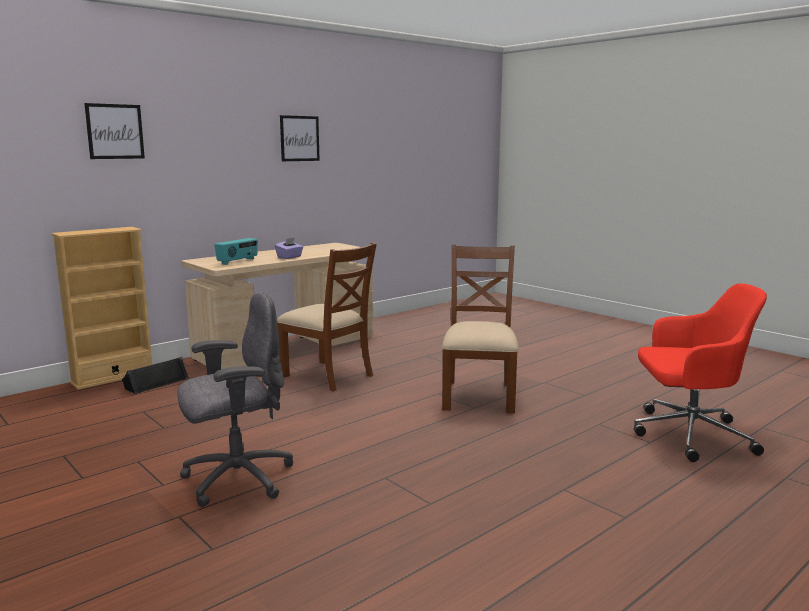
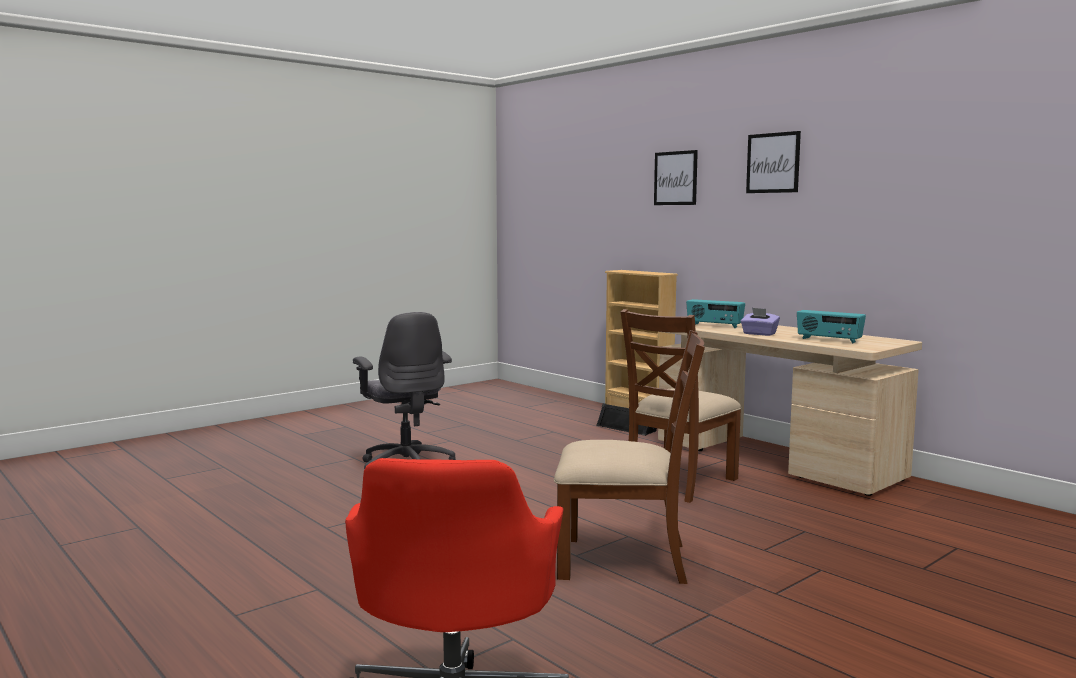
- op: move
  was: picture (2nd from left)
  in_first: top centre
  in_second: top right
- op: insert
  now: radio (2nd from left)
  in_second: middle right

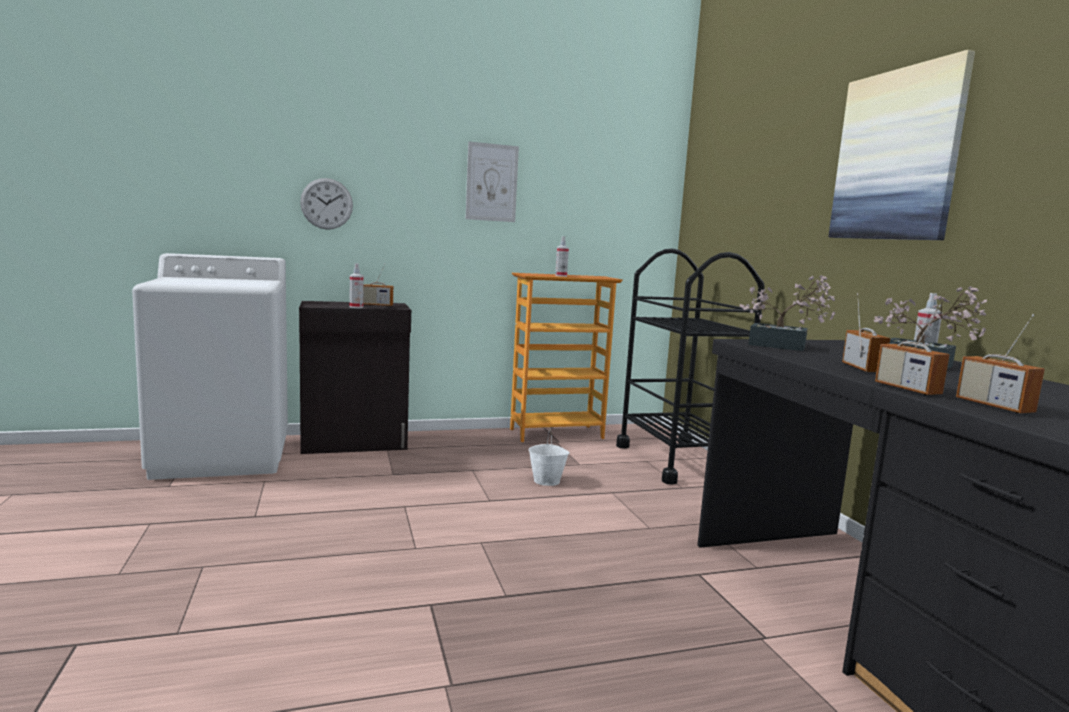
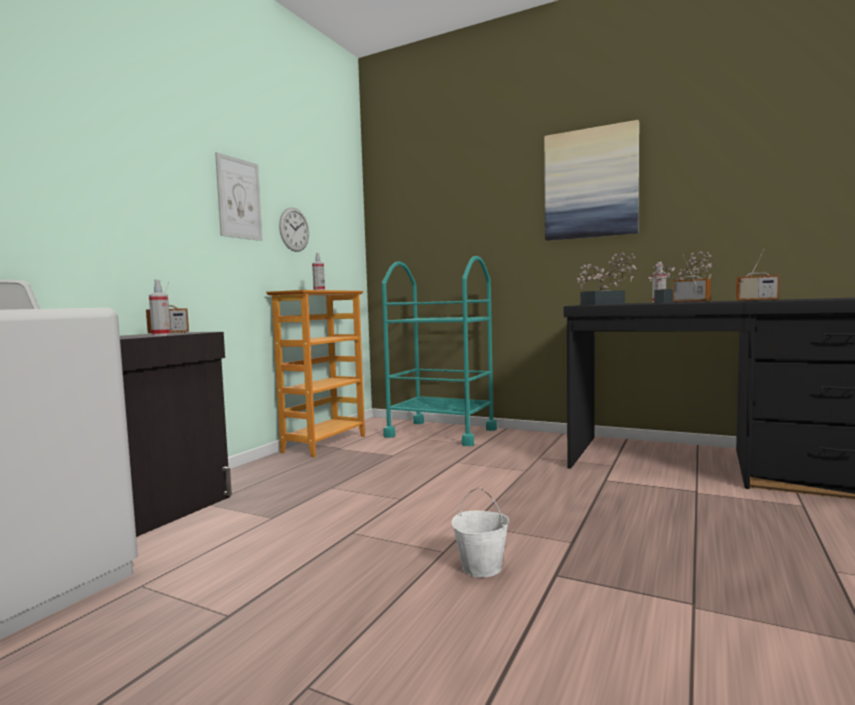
- op: move
  was: wall clock
  in_first: top left
  in_second: top centre
- op: move
  was: whitish water bucket
  in_first: centre
  in_second: bottom centre
- op: recolor
  was: black-coloured wheeled cart
  now: blue-green wheeled cart
  in_first: centre
  in_second: centre
- op: delete
  was: radio (4th from left)
  in_first: middle right

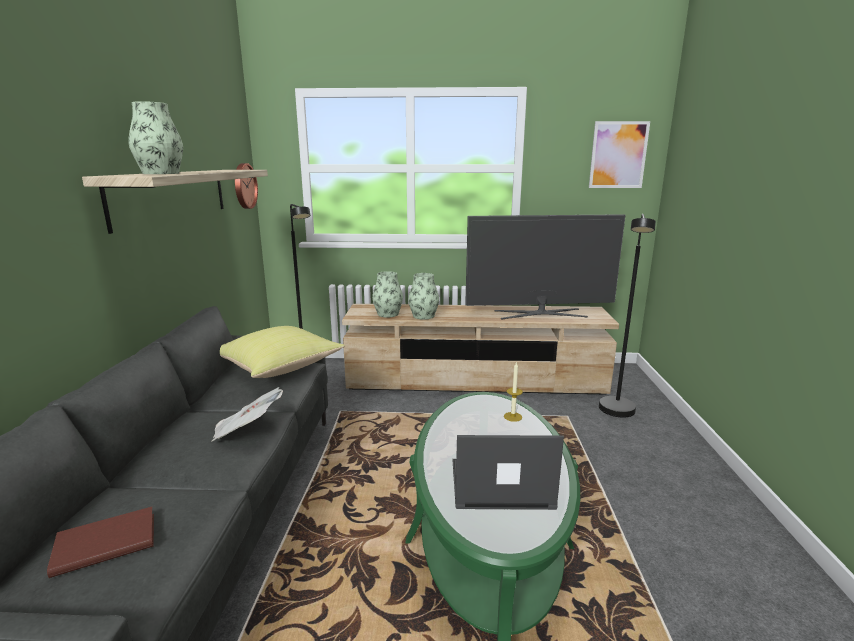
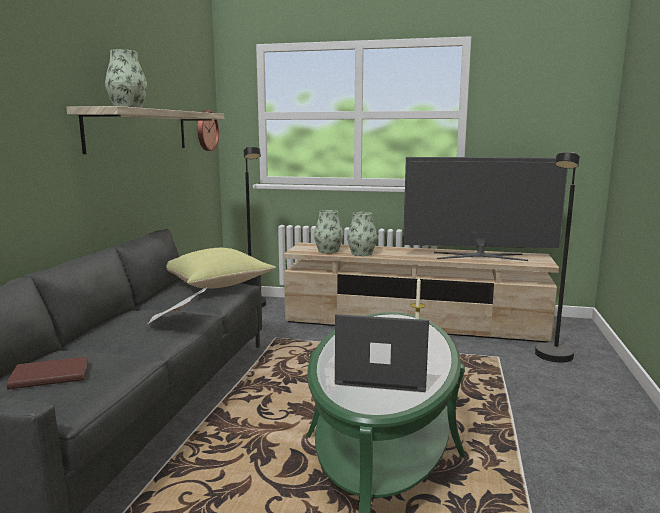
- op: delete
  was: picture
  in_first: top right

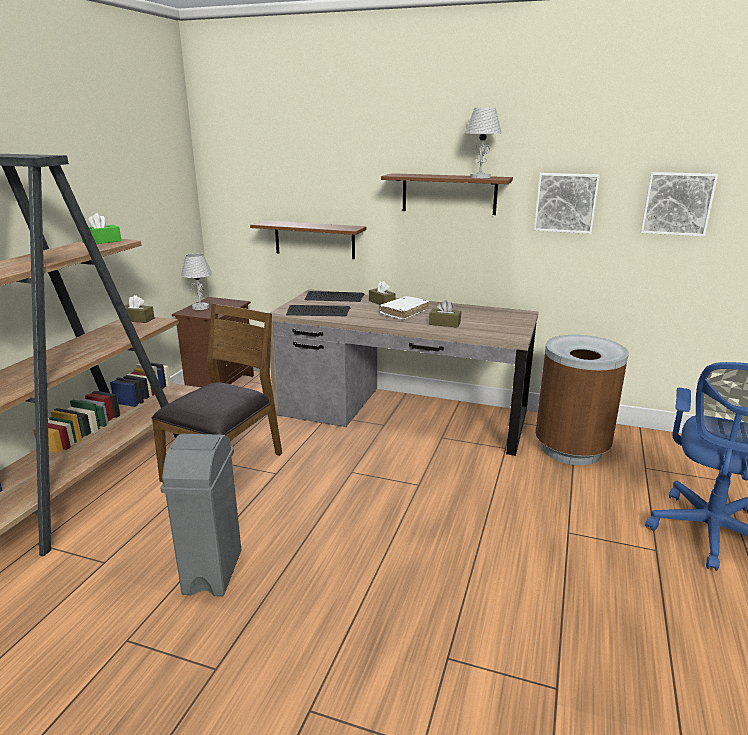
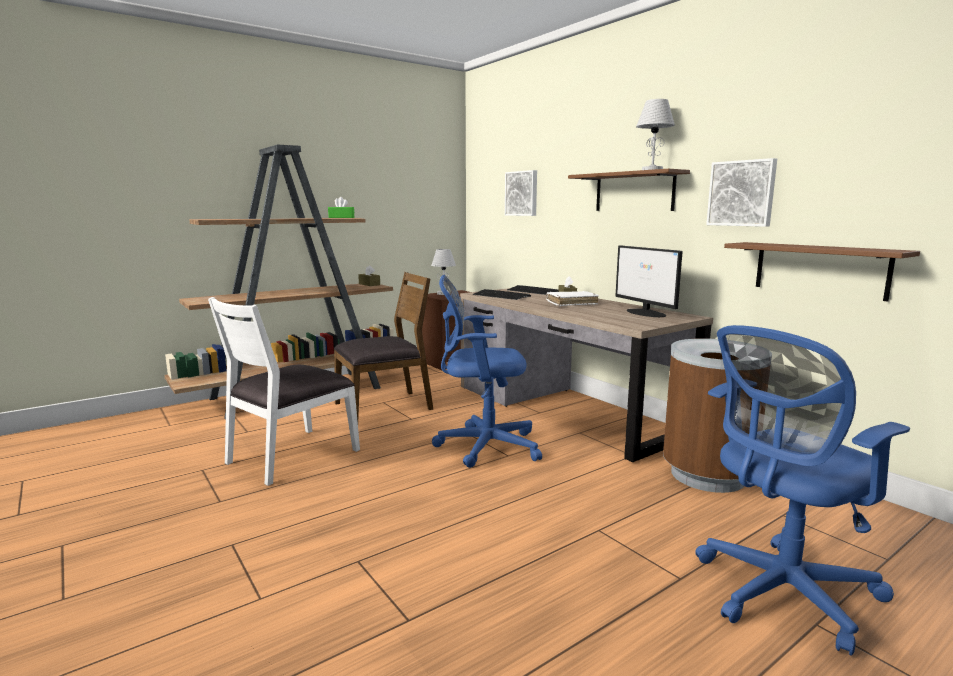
- op: replace
  was: greyish trash can
  now: whitish chair
  in_first: bottom left
  in_second: middle left
- op: move
  was: brown shelf (1st from left in the first image)
  now: brown shelf (2nd from left)
  in_first: top centre
  in_second: middle right
- op: delete
  was: brown box of tissues (3rd from left)
  in_first: centre
- op: move
  was: picture (2nd from left in the first image)
  now: picture (1st from left)
  in_first: top right
  in_second: top centre
- op: insert
  now: blue computer chair (1st from left)
  in_second: centre
- op: insert
  now: monitor
  in_second: middle right

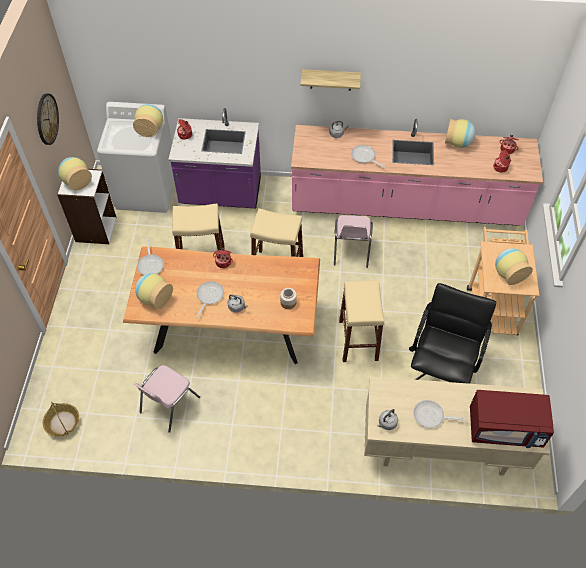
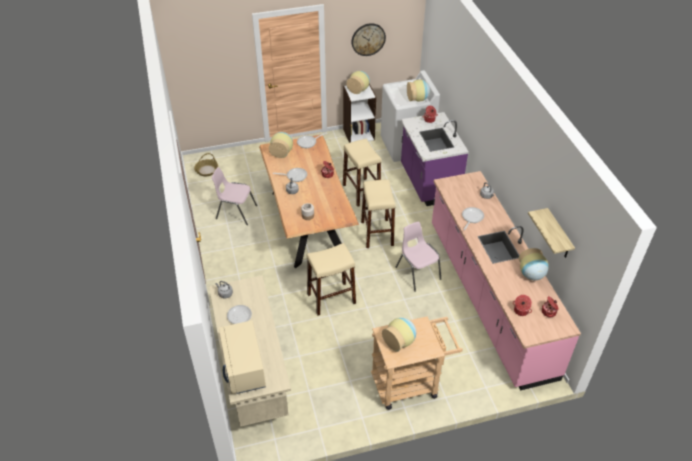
- op: move
  was: shelf
  in_first: top centre
  in_second: middle right
- op: rotate
  was: pink-coloured chair (2nd from left)
  in_first: centre
  in_second: centre
  clockwise: 75
- op: delete
  was: black-coloured computer chair
  in_first: middle right
- op: recolor
  was: red-coloured microwave
  now: beige-coloured microwave
  in_first: bottom right
  in_second: bottom centre

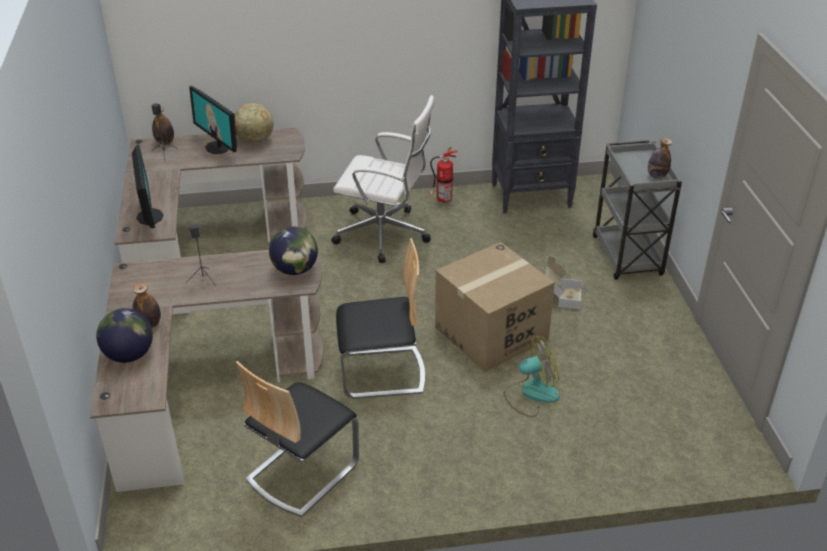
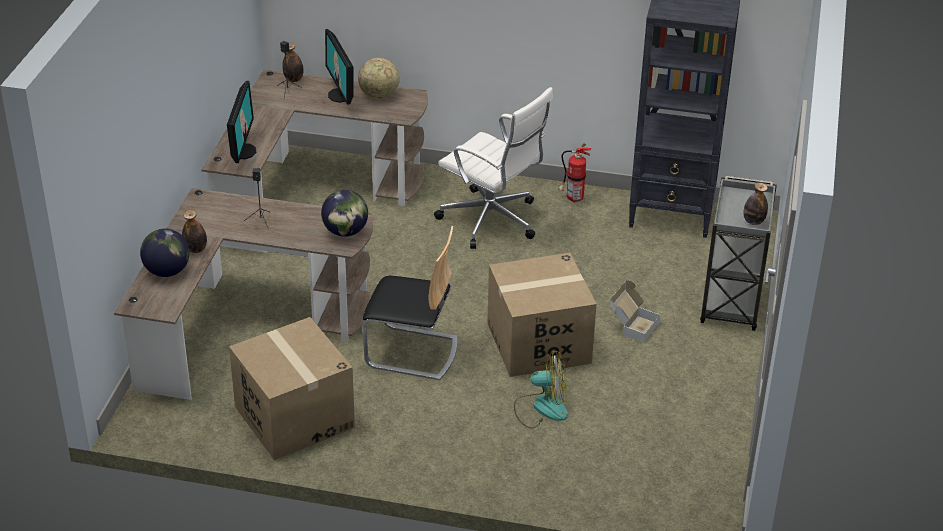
- op: replace
  was: chair (1st from left)
  now: carton (1st from left)
  in_first: bottom centre
  in_second: bottom left

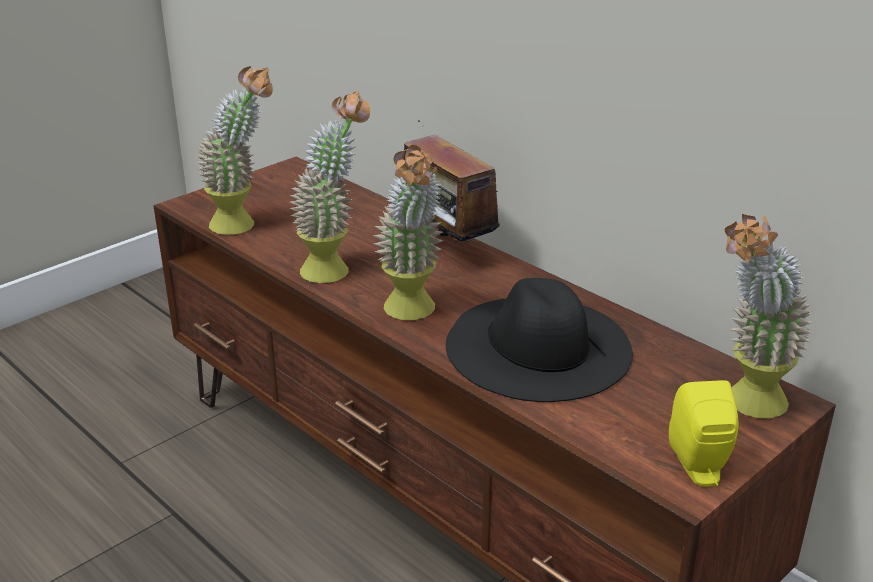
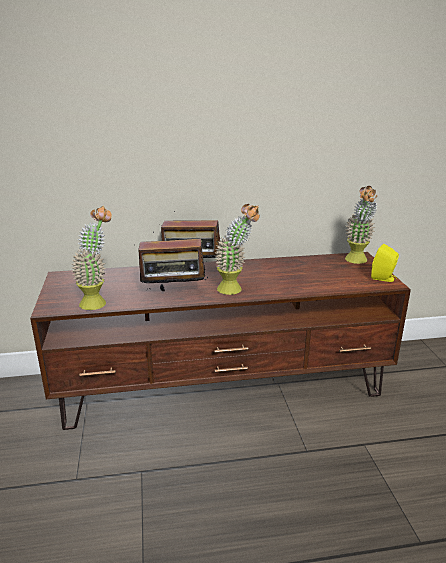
- op: replace
  was: plant in a pot (2nd from left)
  now: radio (1st from left)
  in_first: top centre
  in_second: centre
- op: delete
  was: black-coloured hat
  in_first: centre

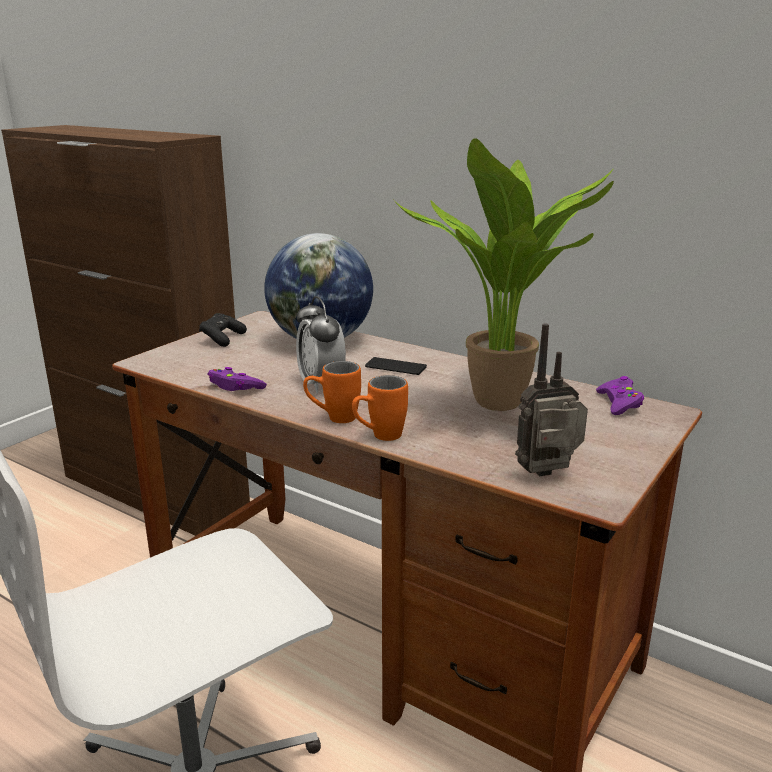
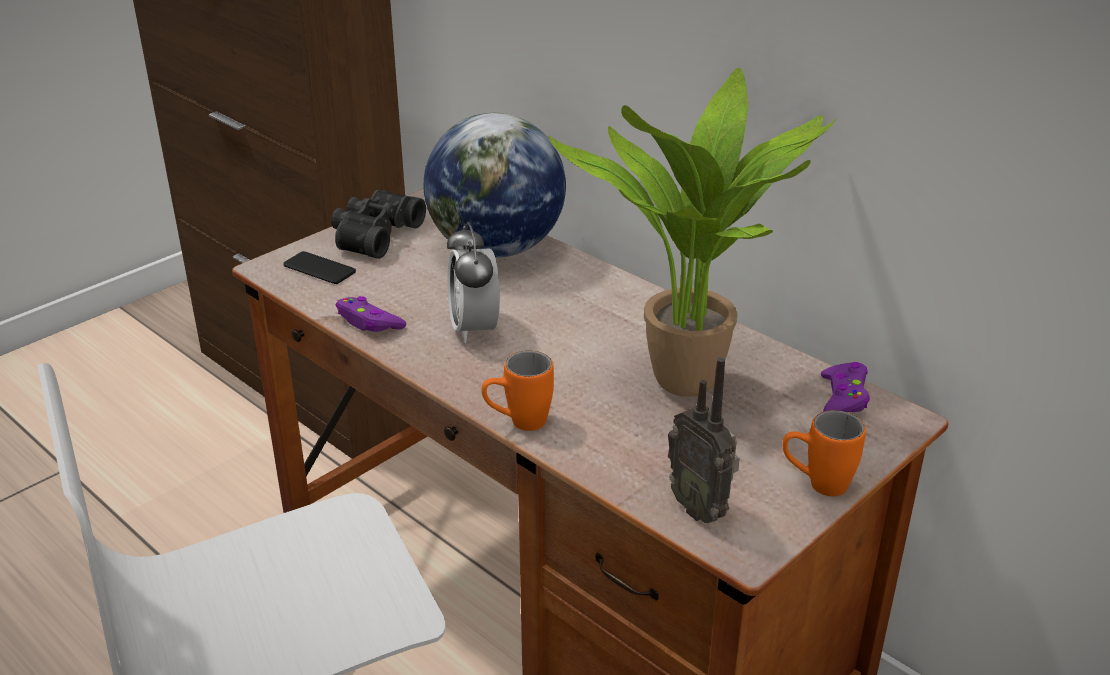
- op: replace
  was: black-coloured joypad
  now: black-coloured binoculars
  in_first: middle left
  in_second: top centre
- op: move
  was: orange-coloured coffee mug (1st from left in the first image)
  now: orange-coloured coffee mug (2nd from left)
  in_first: centre
  in_second: bottom right
- op: move
  was: handset
  in_first: centre
  in_second: middle left
- op: rotate
  was: radio
  in_first: middle right
  in_second: centre
  clockwise: -120

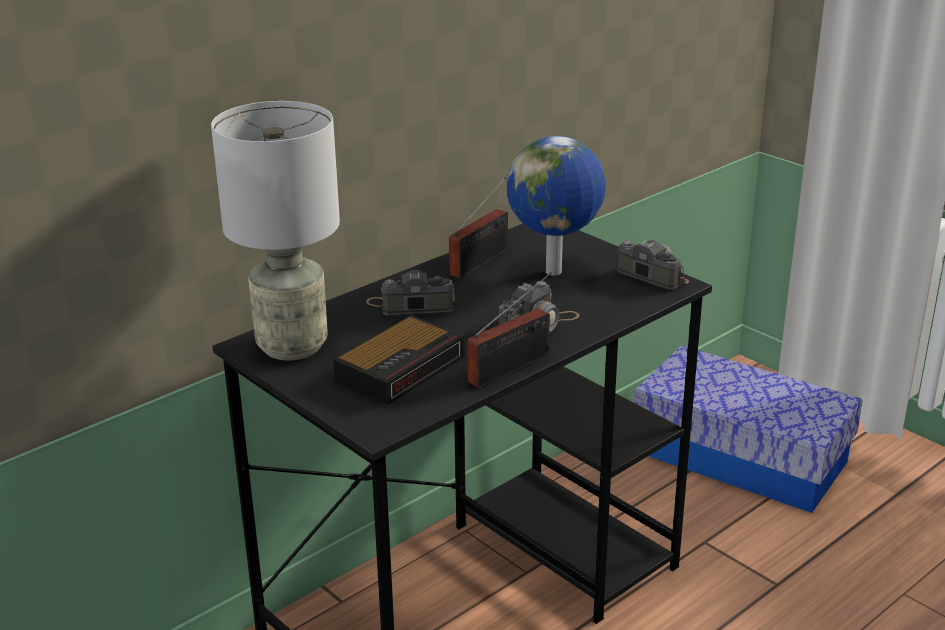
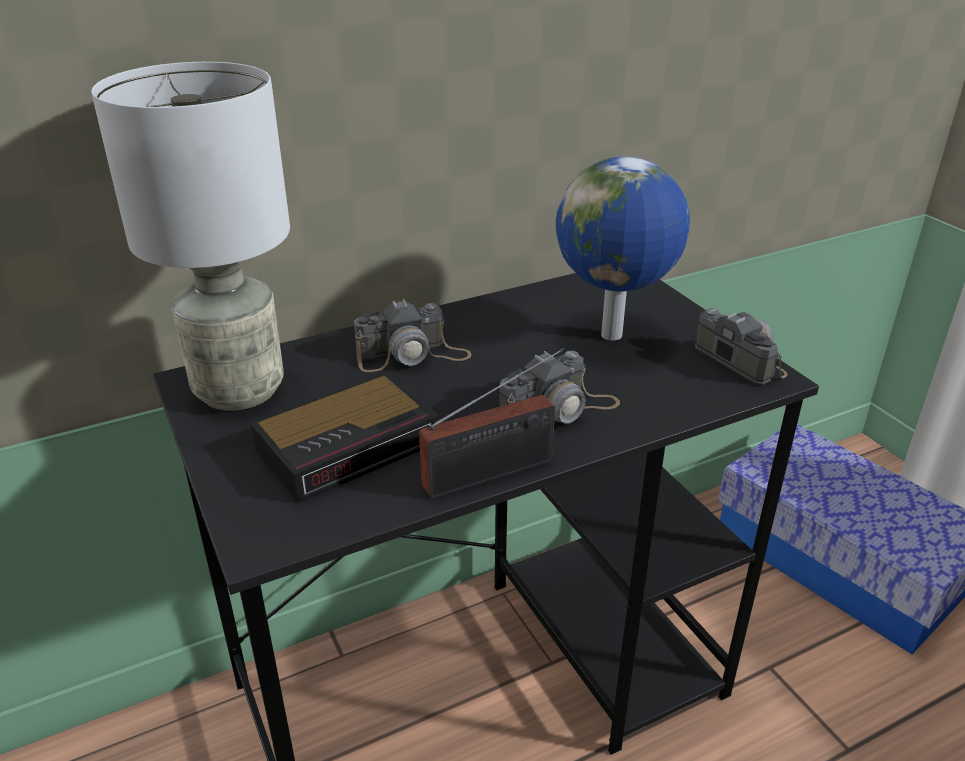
- op: rotate
  was: photo camera (1st from left)
  in_first: centre
  in_second: centre
  clockwise: 150
- op: delete
  was: radio (1st from left)
  in_first: centre

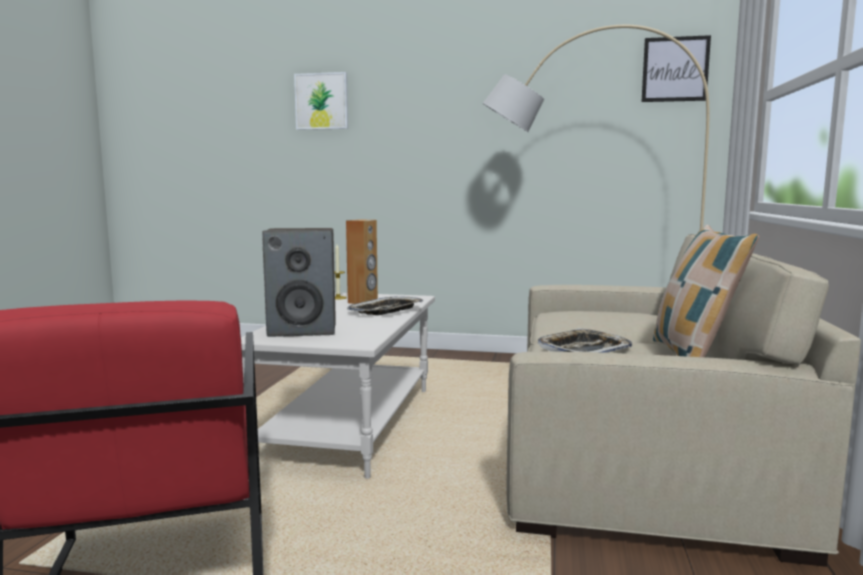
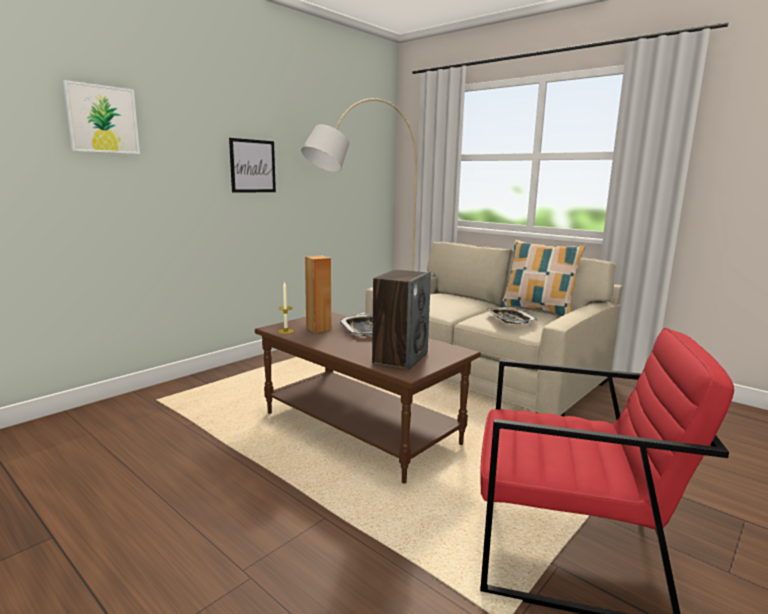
- op: recolor
  was: whitish low table
  now: brown low table
  in_first: bottom centre
  in_second: centre
- op: move
  was: picture (2nd from left)
  in_first: top right
  in_second: top left

